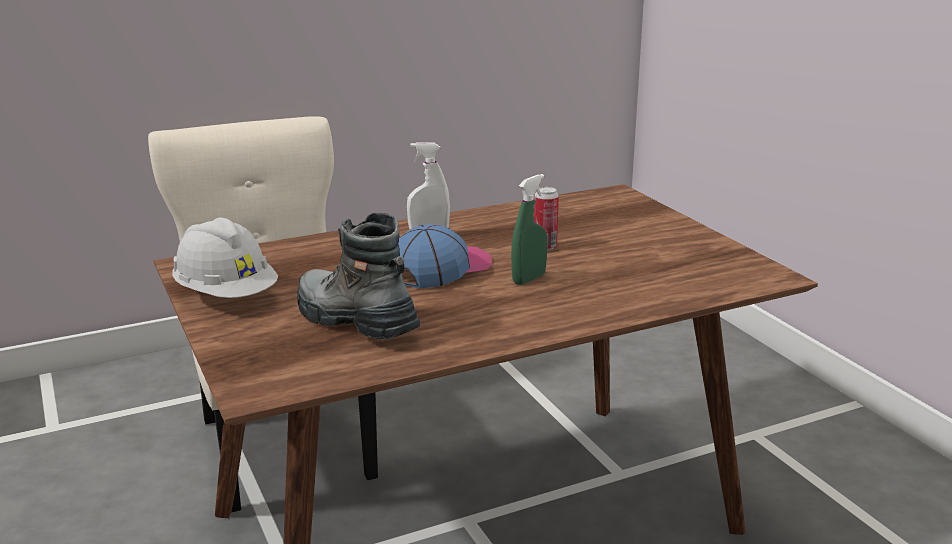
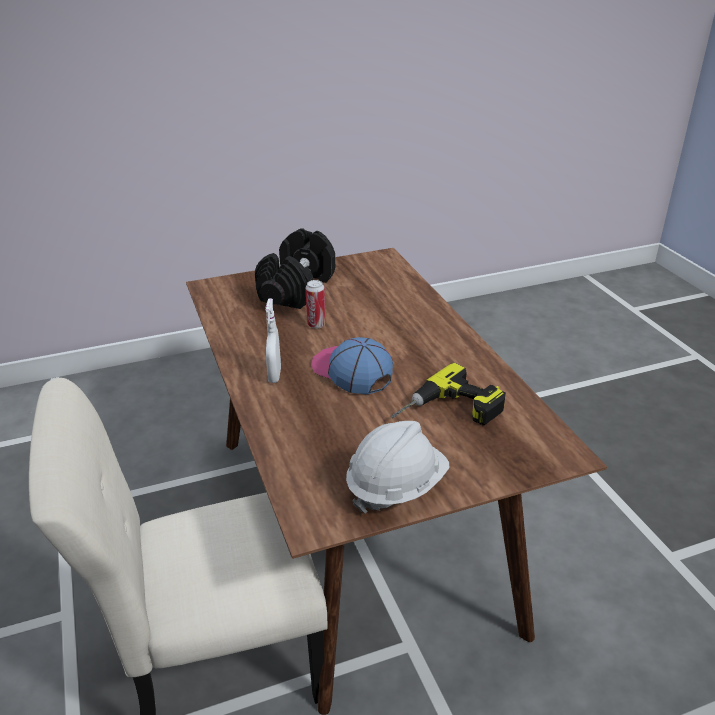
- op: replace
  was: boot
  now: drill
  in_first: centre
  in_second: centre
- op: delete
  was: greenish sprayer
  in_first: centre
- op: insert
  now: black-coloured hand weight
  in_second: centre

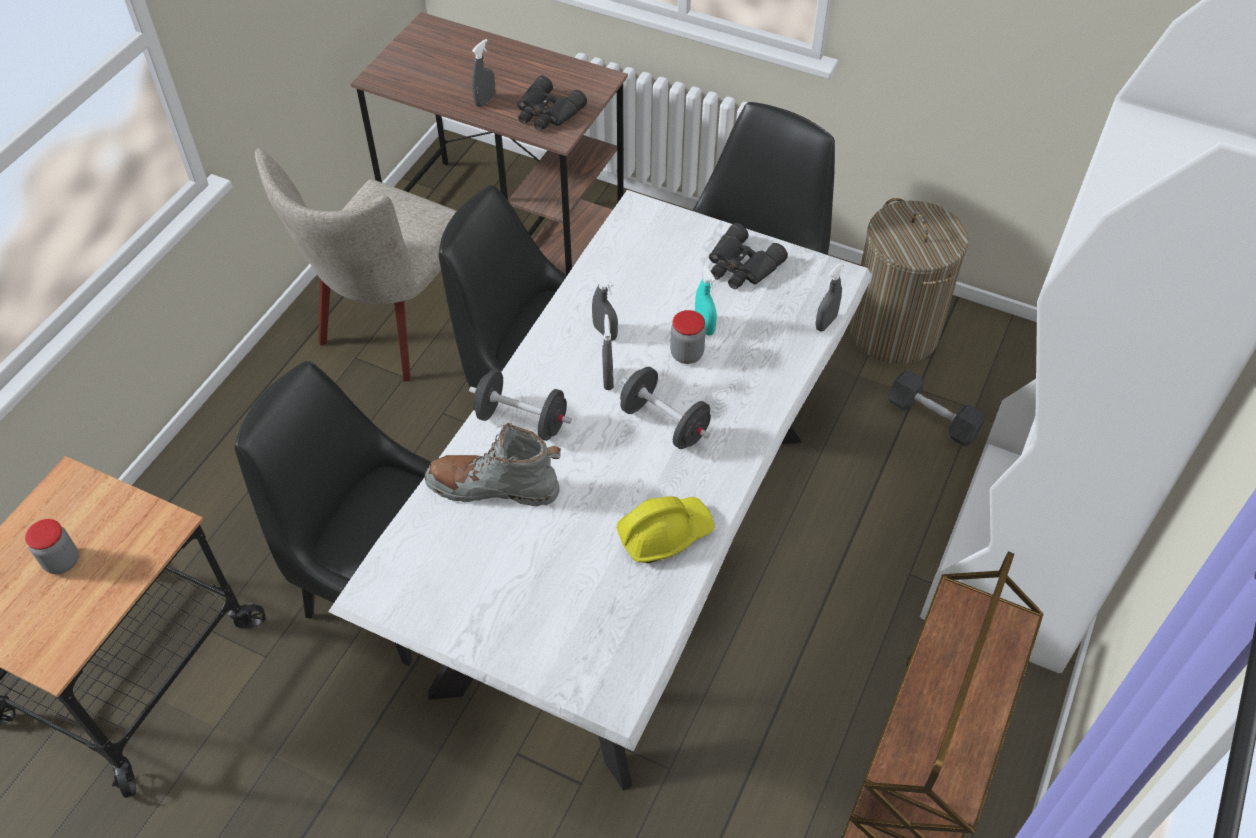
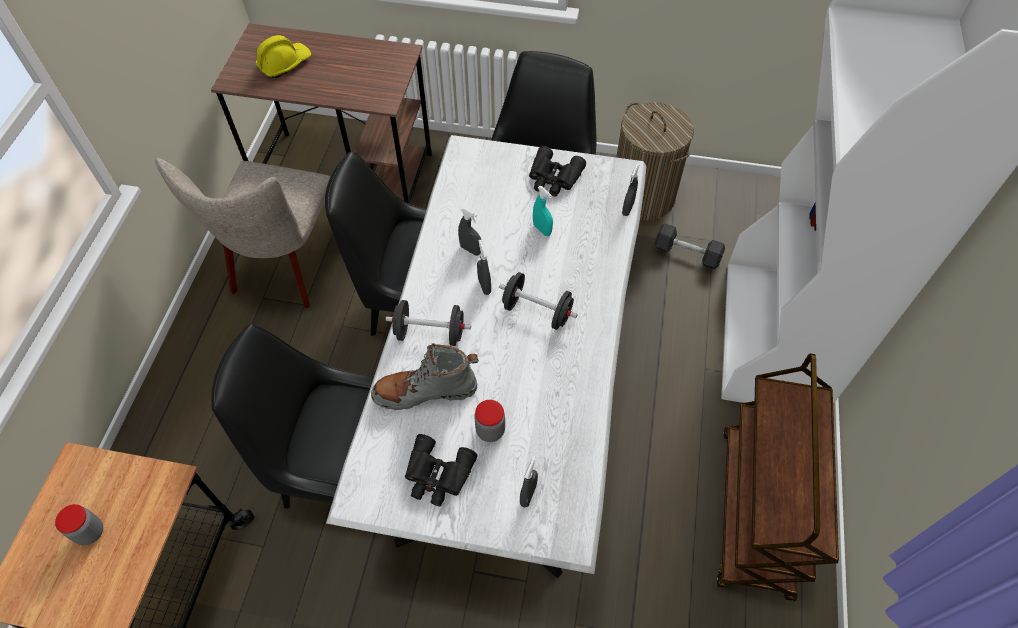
- op: move
  was: greyish sprayer (1st from left in the first image)
  now: greyish sprayer (3rd from left)
  in_first: top centre
  in_second: bottom centre
- op: move
  was: black-coloured binoculars (1st from left)
  in_first: top centre
  in_second: bottom centre
- op: move
  was: yellowish work helmet
  in_first: centre
  in_second: top left
- op: move
  was: jar (2nd from left)
  in_first: centre
  in_second: bottom centre

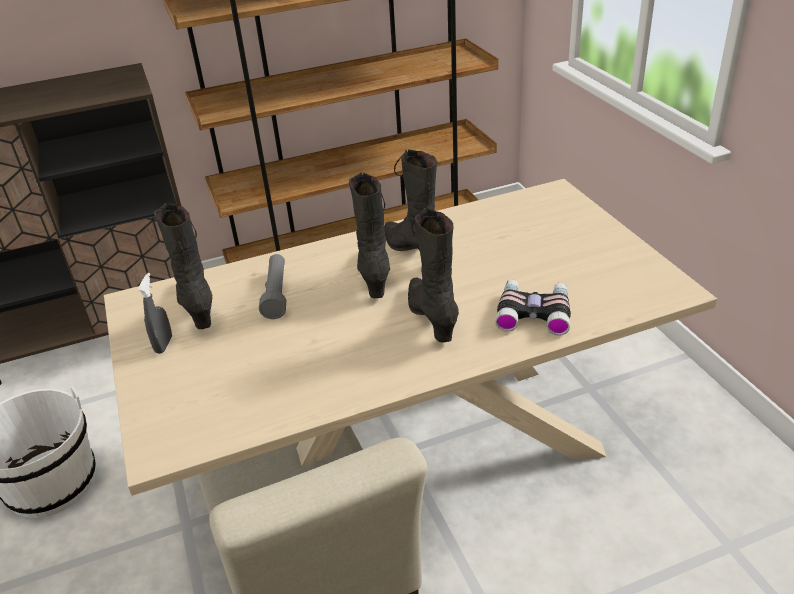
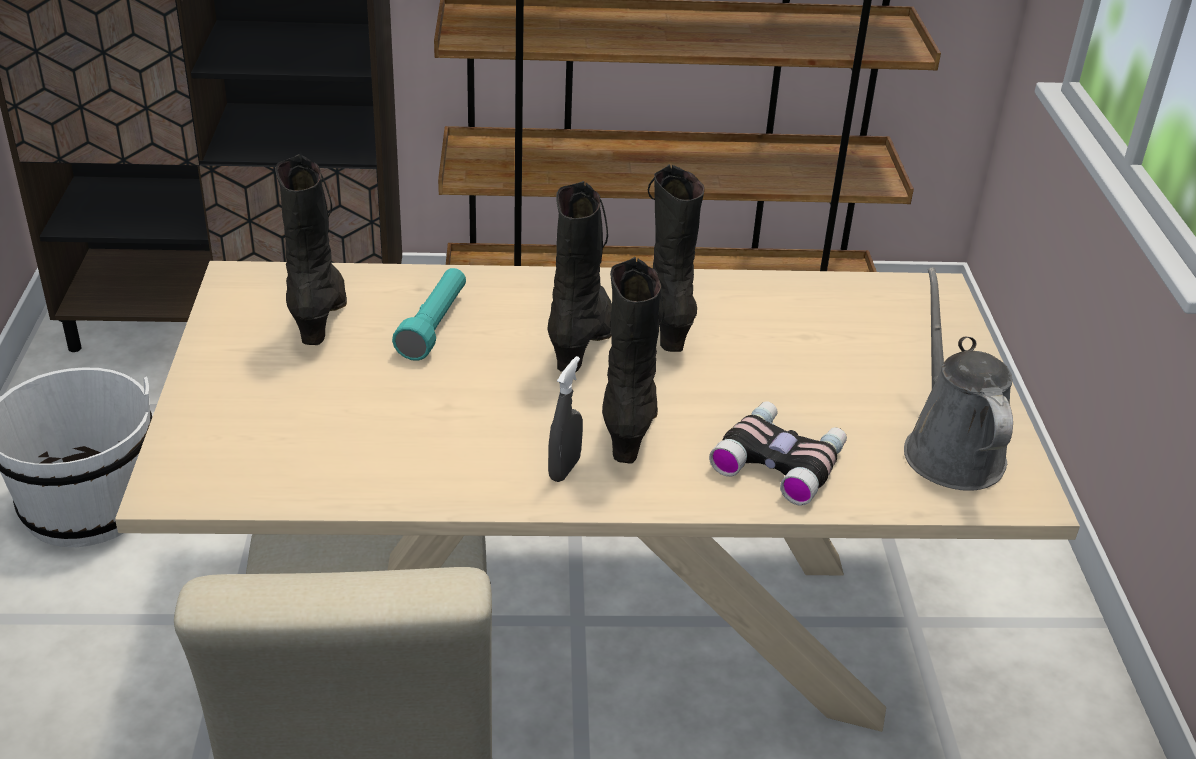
- op: move
  was: greyish sprayer
  in_first: middle left
  in_second: centre
- op: recolor
  was: greyish flashlight
  now: blue-green flashlight
  in_first: centre
  in_second: centre
- op: insert
  now: greyish sprinkling can
  in_second: middle right

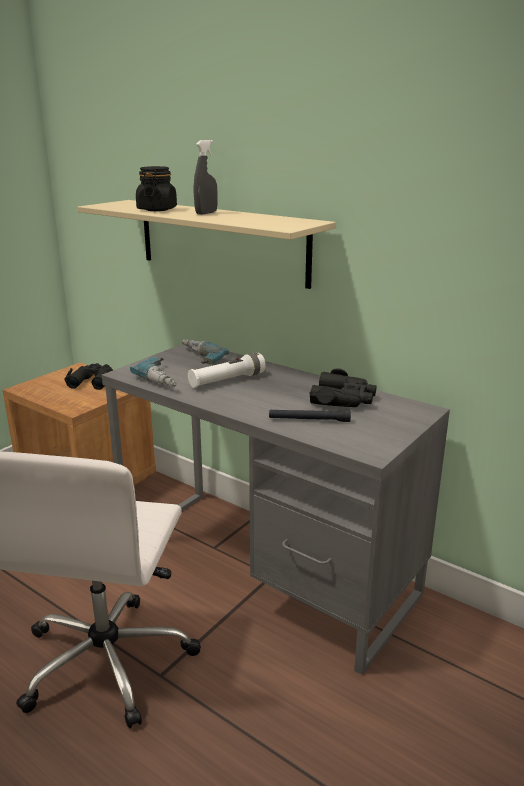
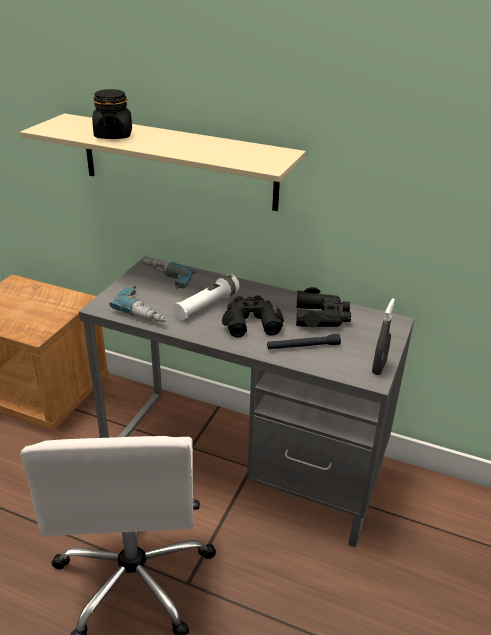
- op: move
  was: black-coloured binoculars (1st from left)
  in_first: middle left
  in_second: centre
- op: move
  was: greyish sprayer
  in_first: top centre
  in_second: middle right

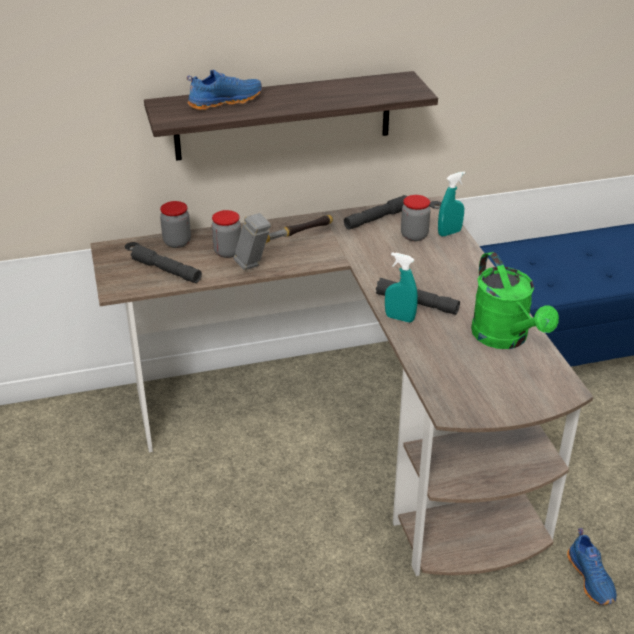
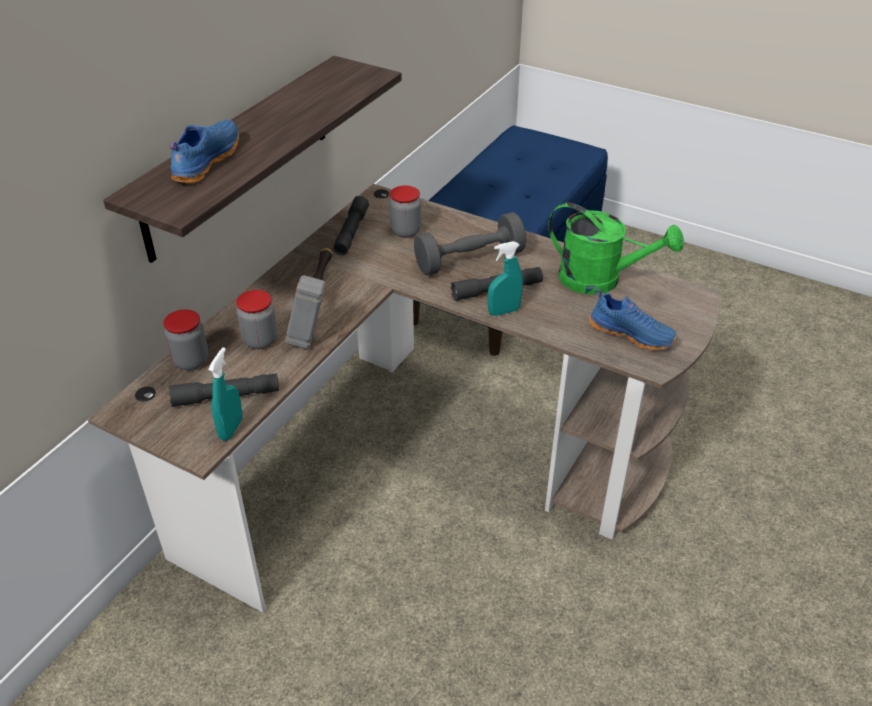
- op: move
  was: blue-green sprayer (2nd from left in the first image)
  now: blue-green sprayer (1st from left)
  in_first: top right
  in_second: middle left
- op: move
  was: blue low shoe (2nd from left)
  in_first: bottom right
  in_second: middle right
- op: insert
  now: greyish hand weight
  in_second: centre

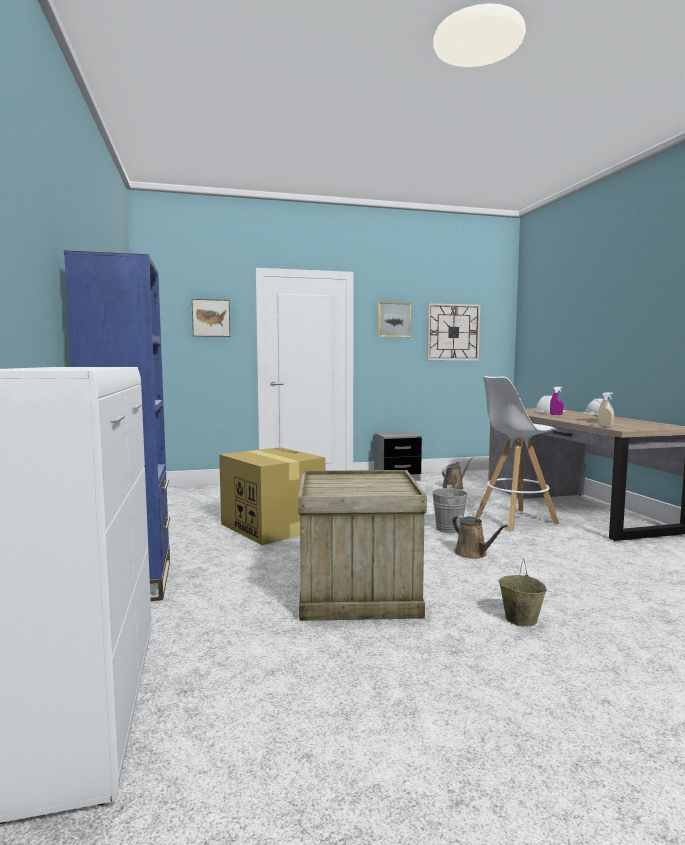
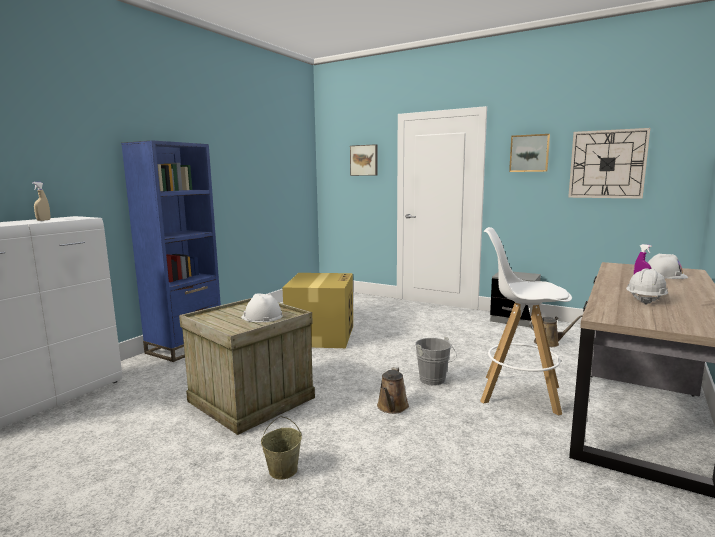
- op: move
  was: beige-coloured sprayer
  in_first: middle right
  in_second: middle left
- op: insert
  now: whitish work helmet (1st from left)
  in_second: centre

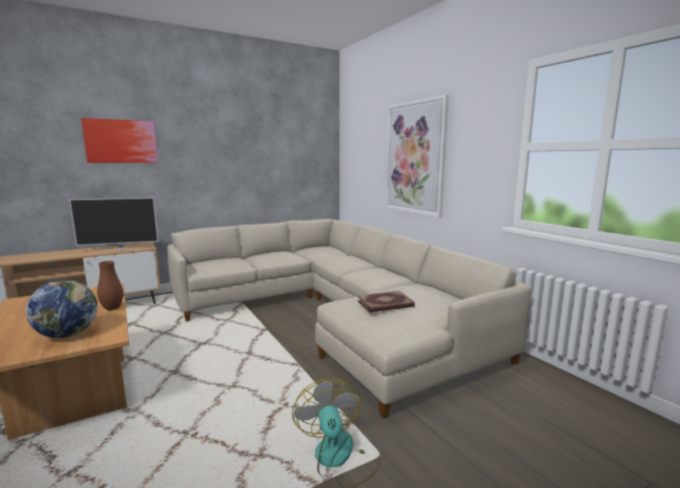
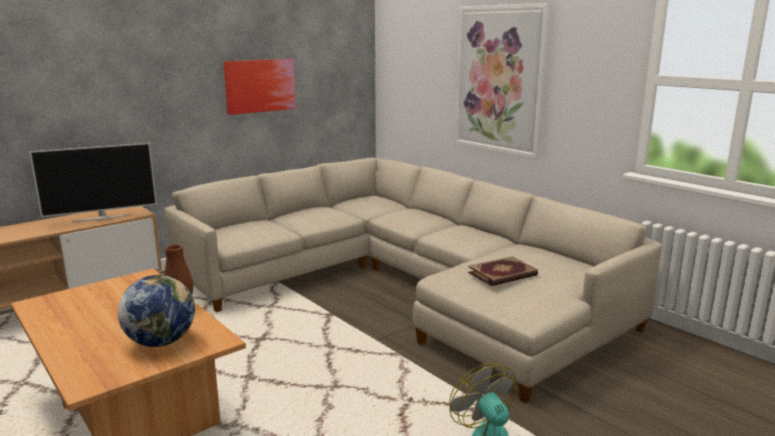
- op: move
  was: picture (1st from left)
  in_first: top left
  in_second: top centre

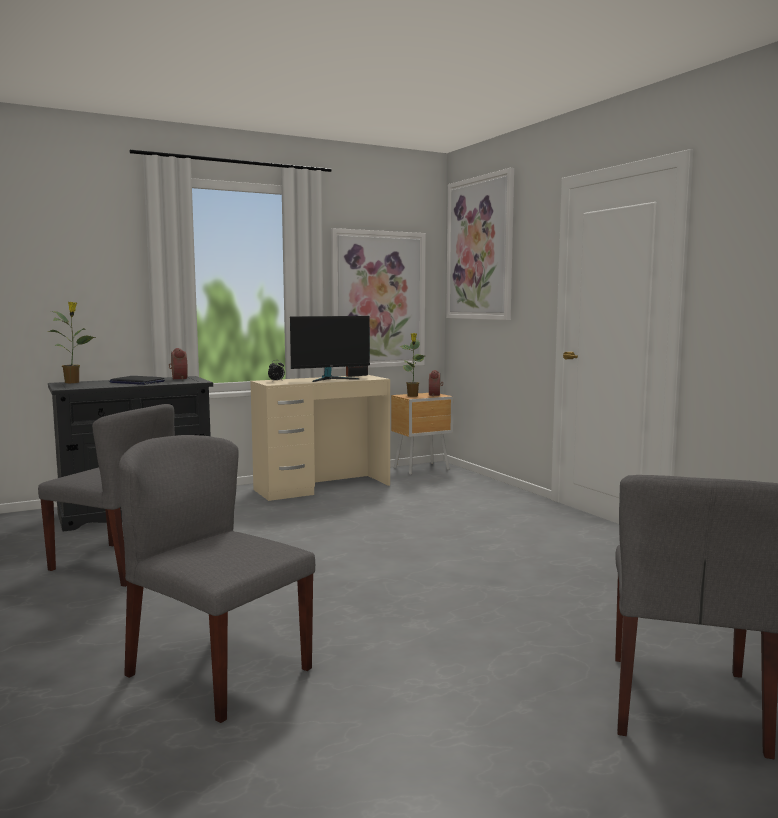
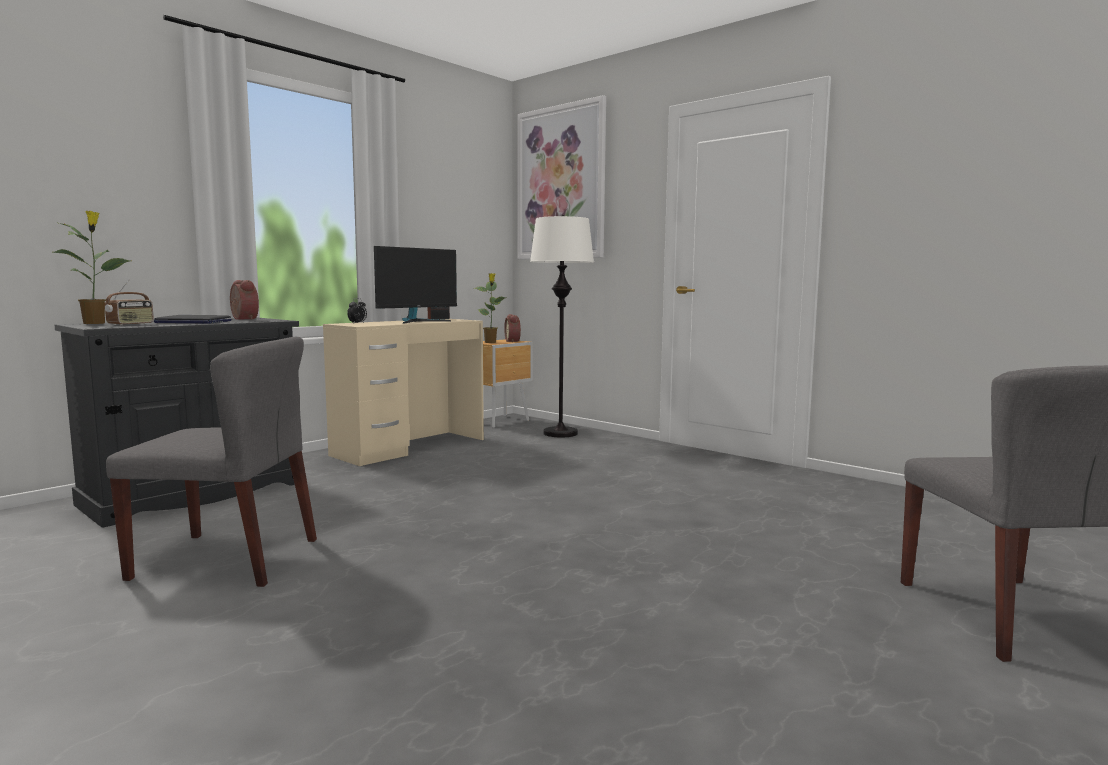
- op: delete
  was: greyish chair (2nd from left)
  in_first: bottom left
- op: delete
  was: picture (1st from left)
  in_first: centre
- op: insert
  now: radio (1st from left)
  in_second: middle left
- op: insert
  now: whitish standing lamp
  in_second: centre

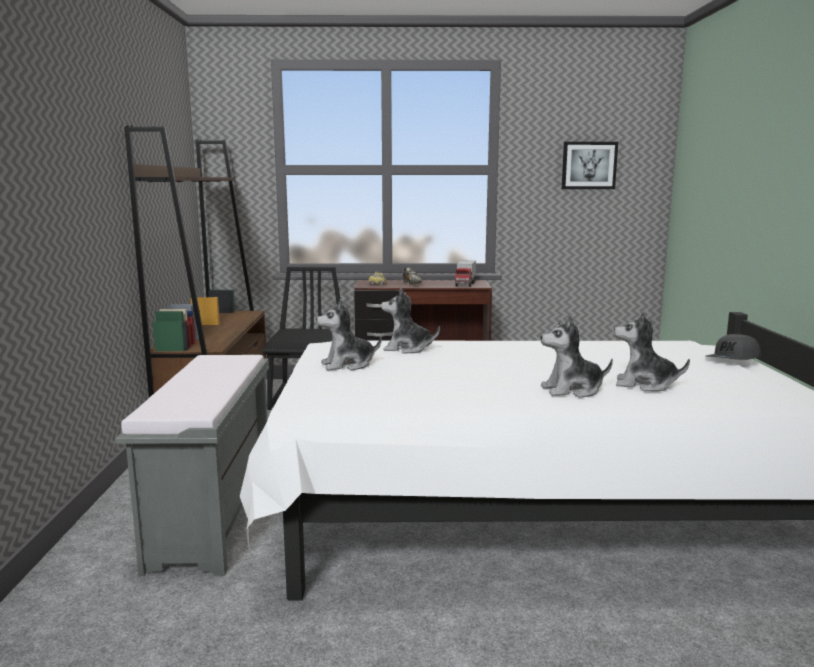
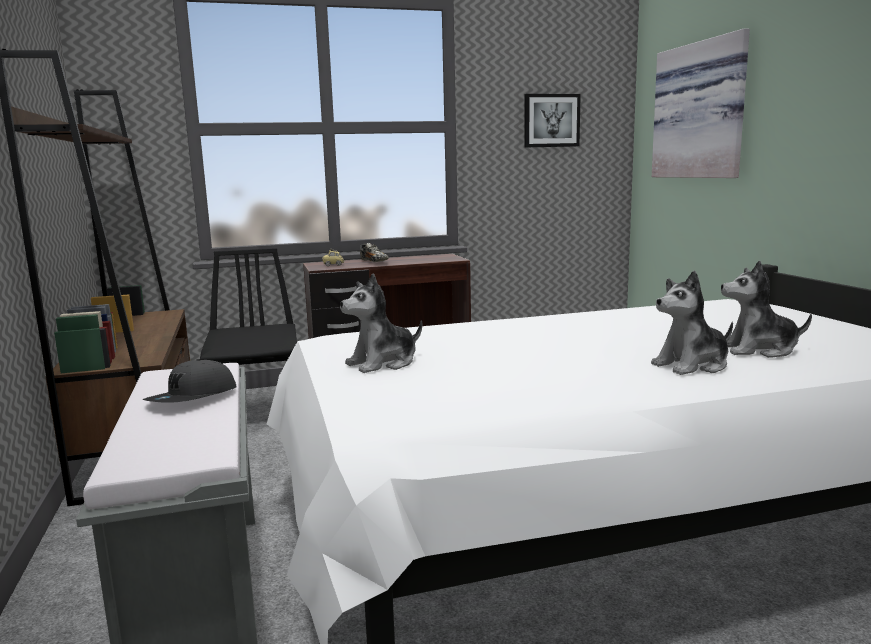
- op: delete
  was: soft toy (2nd from left)
  in_first: centre
- op: delete
  was: toy truck
  in_first: centre
- op: move
  was: greyish peaked cap
  in_first: middle right
  in_second: middle left
- op: insert
  now: picture (2nd from left)
  in_second: top right

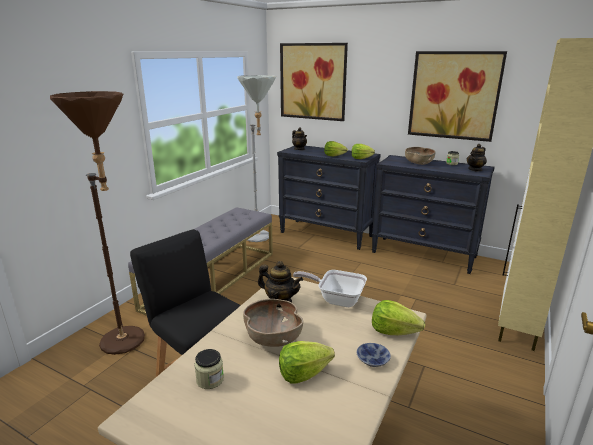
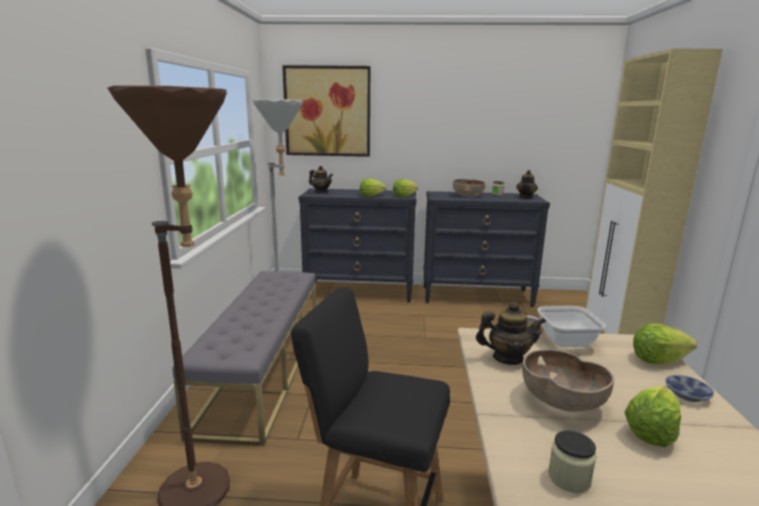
- op: delete
  was: picture (2nd from left)
  in_first: top right

